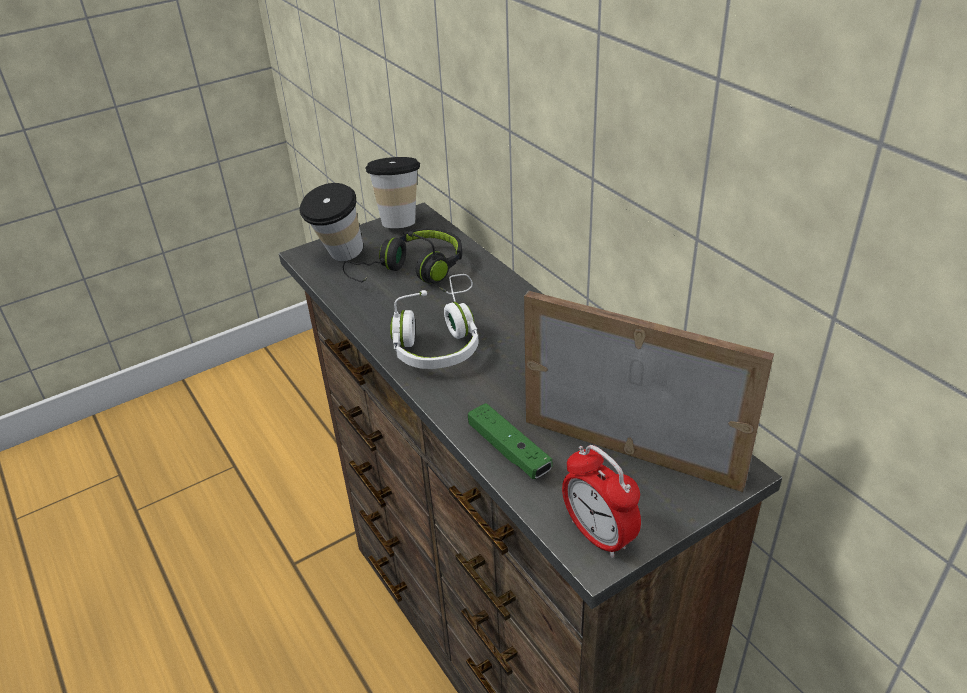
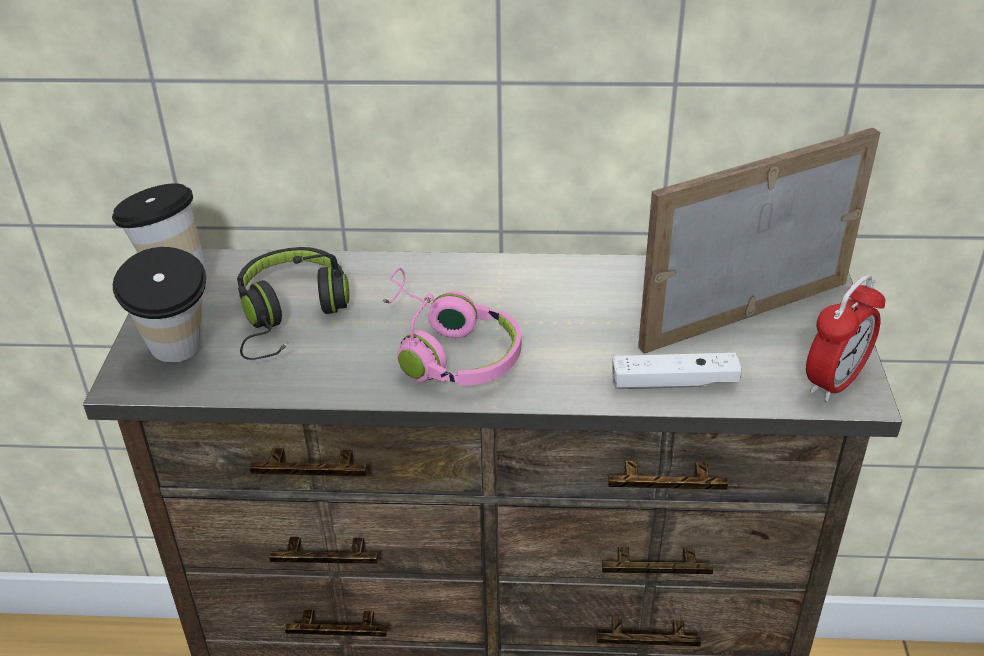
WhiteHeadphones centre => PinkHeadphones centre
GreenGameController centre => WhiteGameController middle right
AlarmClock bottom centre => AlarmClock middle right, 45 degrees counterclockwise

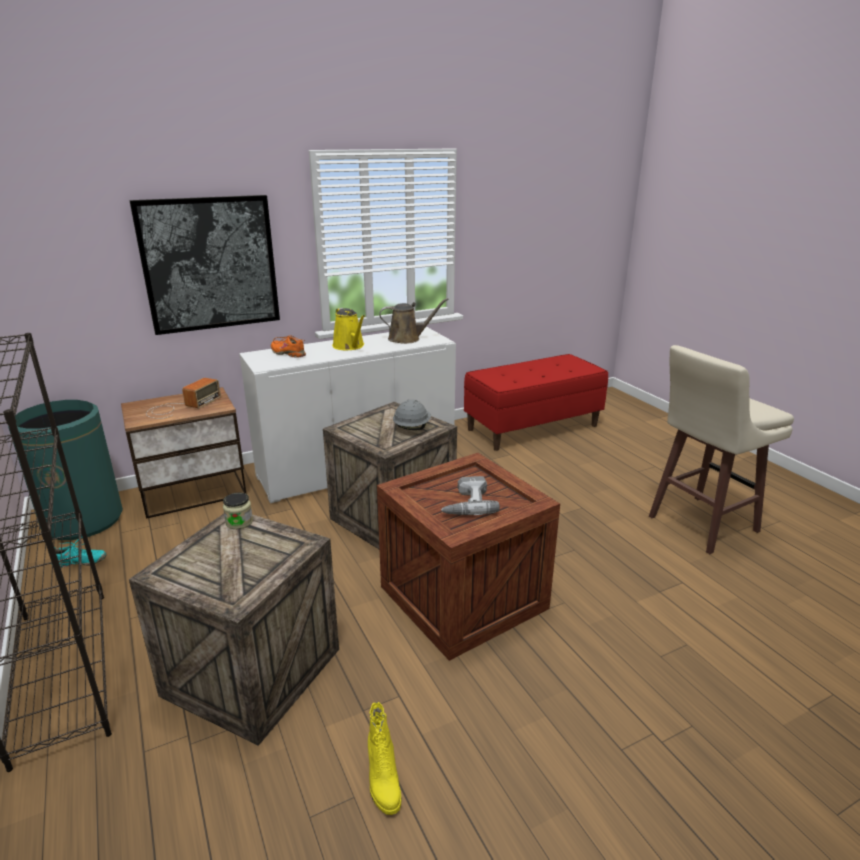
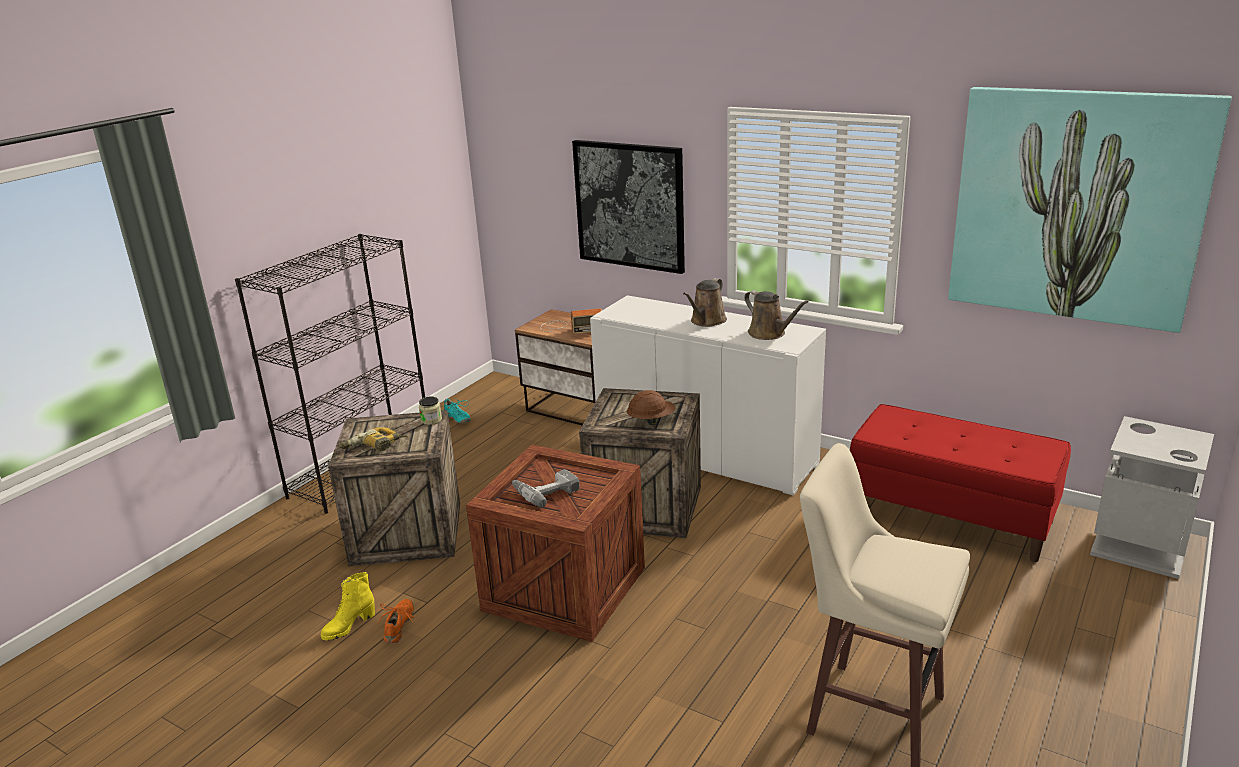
GreenTrashCan middle left => nothing
OrangeShoe centre => OrangeShoe bottom left, move
YellowWateringCan centre => BrownWateringCan (1st from left) centre
GreyHardHat centre => BrownHardHat centre
nothing => PowerDrill (1st from left) middle left
nothing => Picture (2nd from left) top right
nothing => GreyTrashCan middle right

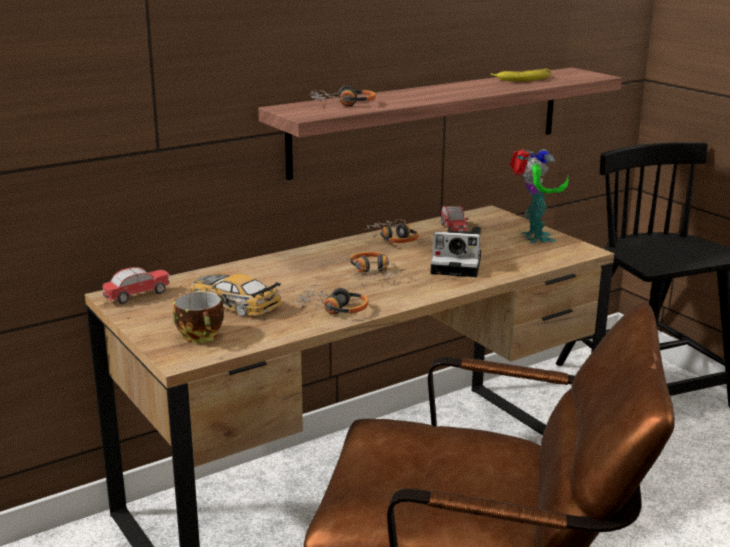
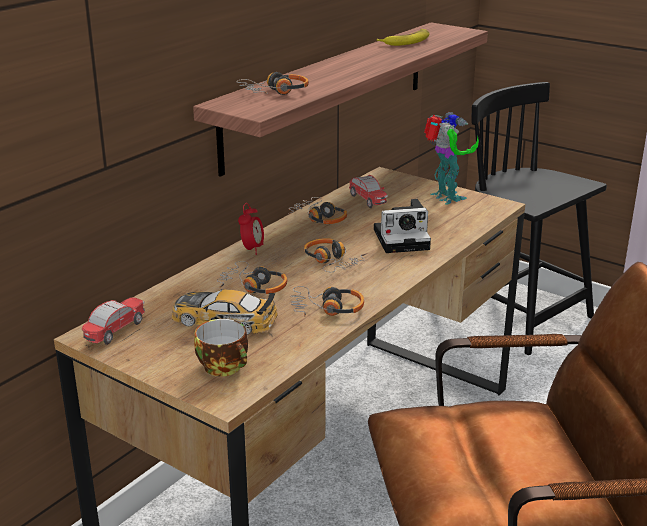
nothing => Headphones (1st from left) centre
nothing => AlarmClock centre

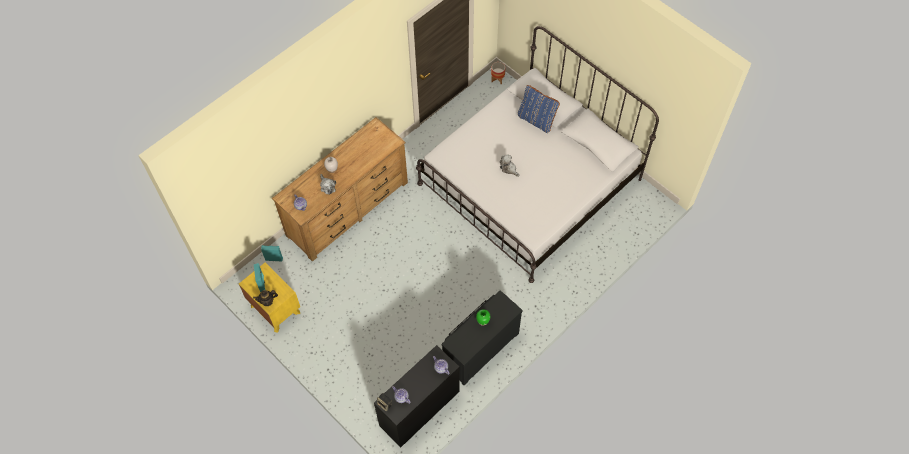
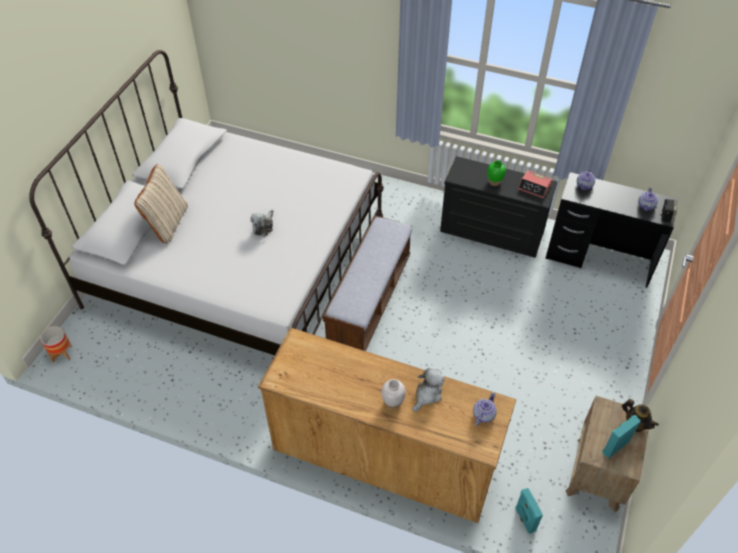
YellowNightstand middle left => BrownNightstand bottom right
BluePillow top centre => BeigePillow middle left
nothing => Bench centre
nothing => AlarmClock top right

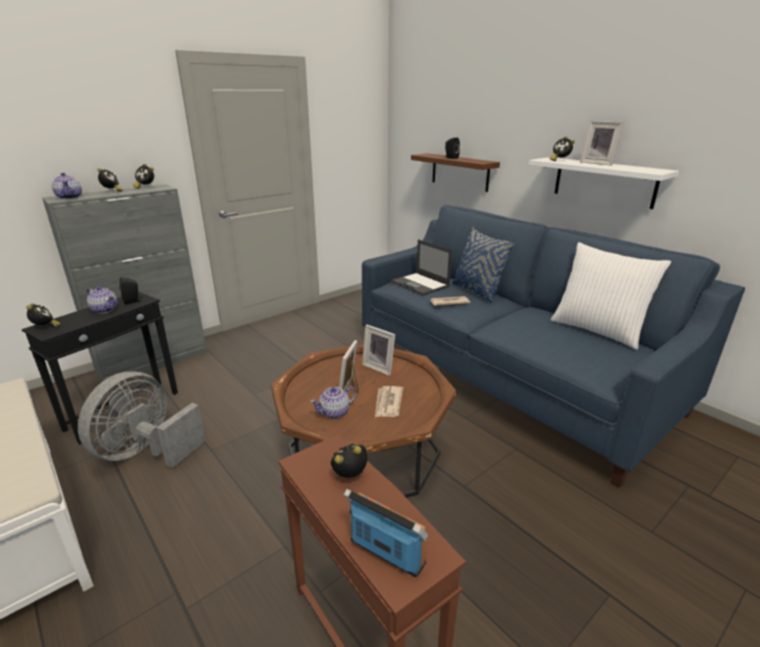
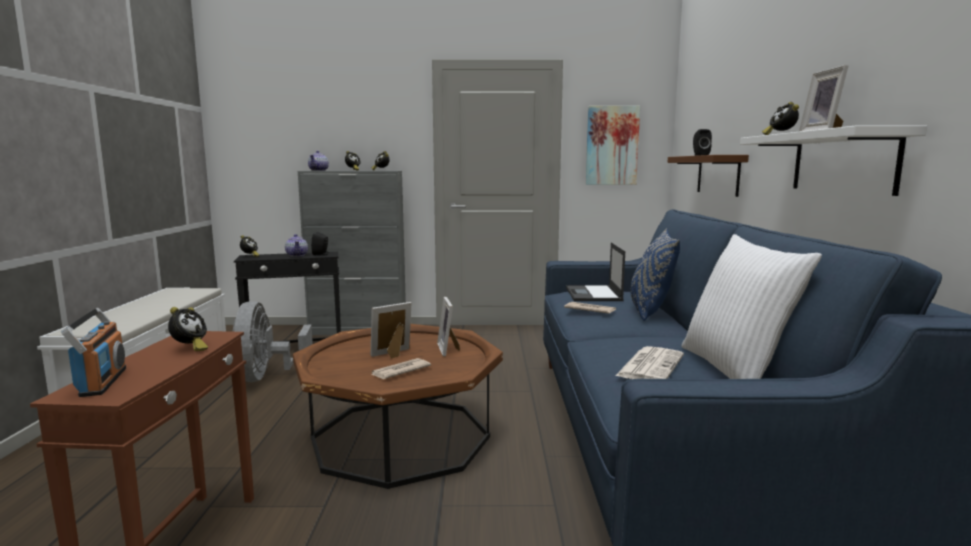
GreyFan middle left, 75 degrees counterclockwise
Teapot (3rd from left) centre => nothing
AlarmClock (4th from left in the first image) bottom centre => AlarmClock (1st from left) middle left, 90 degrees clockwise
nothing => Picture top centre
nothing => Newspaper (3rd from left) middle right

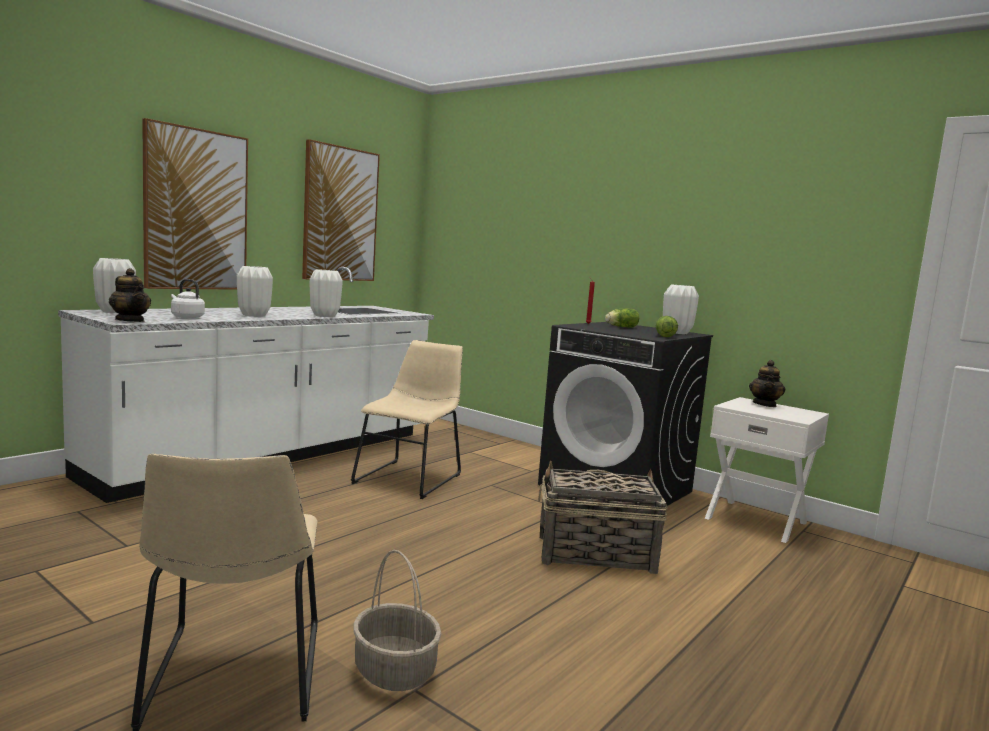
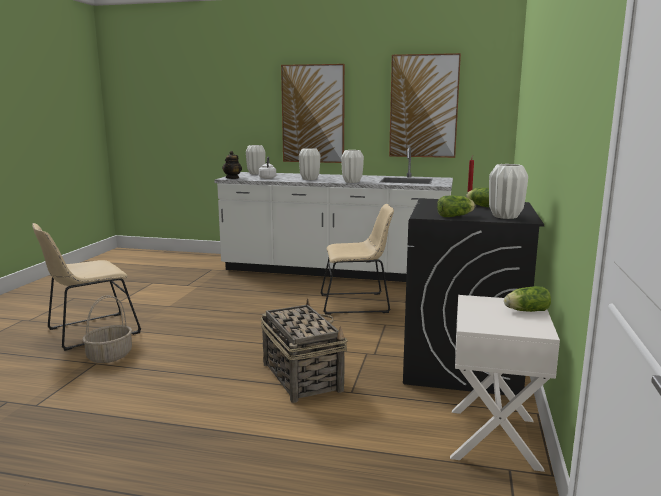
Teapot (2nd from left) middle right => Lettuce (3rd from left) middle right

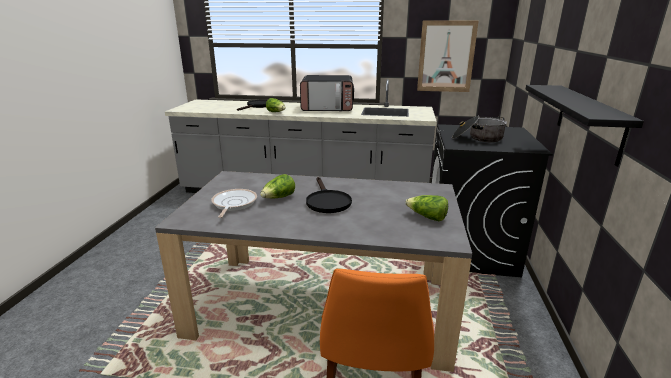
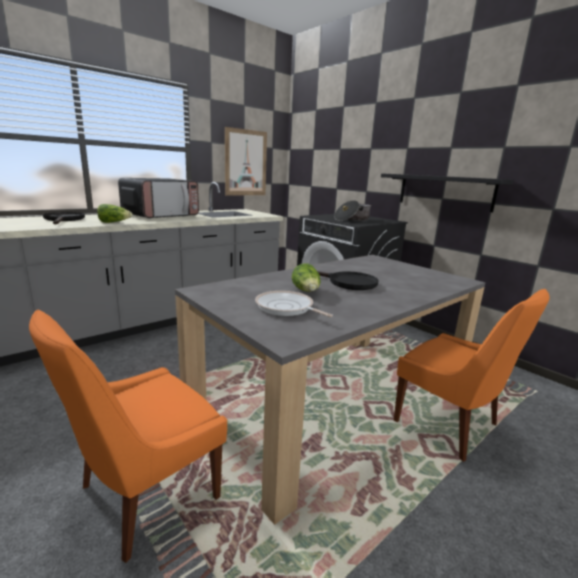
Lettuce (3rd from left) centre => nothing
nothing => OrangeChair (1st from left) bottom left

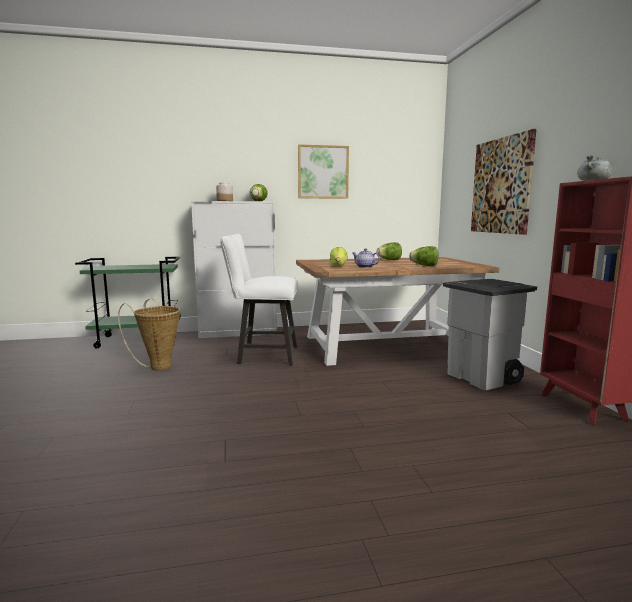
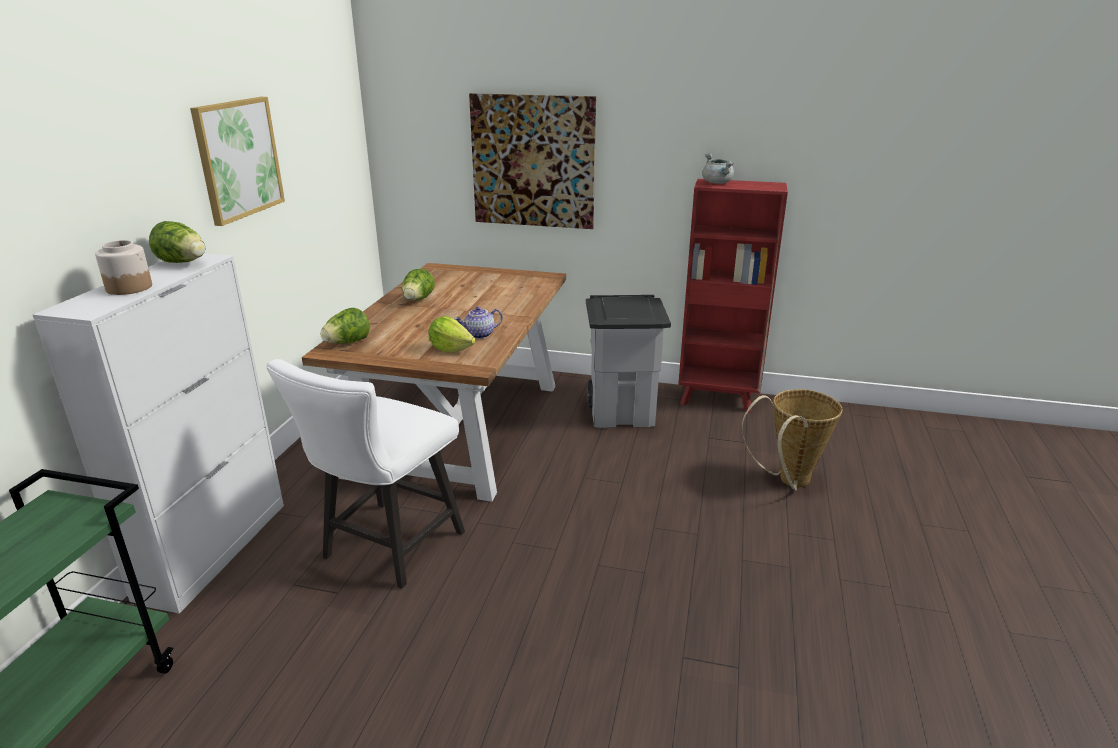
Basket middle left => Basket middle right, move
Lettuce (4th from left in the first image) middle right => Lettuce (2nd from left) middle left, move

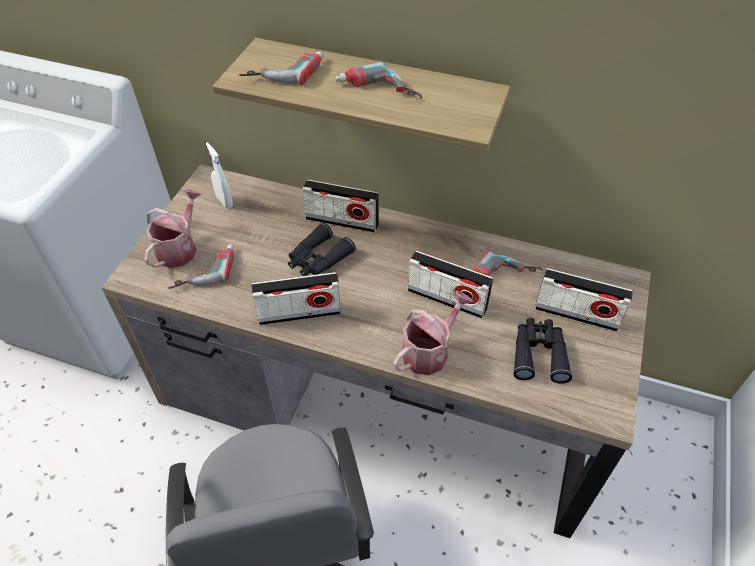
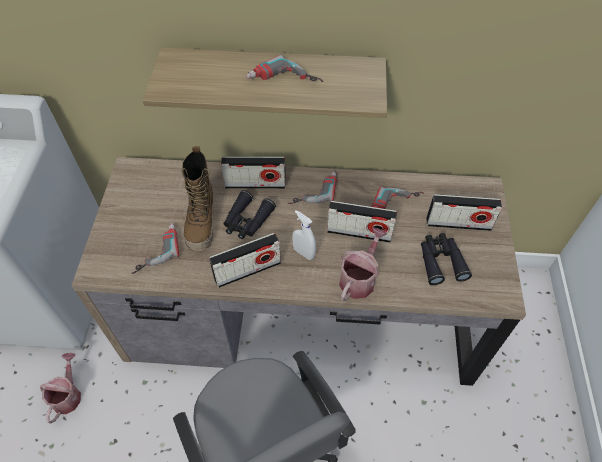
WateringCan (1st from left) middle left => WateringCan (1st from left) bottom left, move
WhiteSprayBottle top left => WhiteSprayBottle centre, move
PowerDrill (2nd from left in the first image) top centre => PowerDrill (3rd from left) centre, move
nothing => Boot middle left

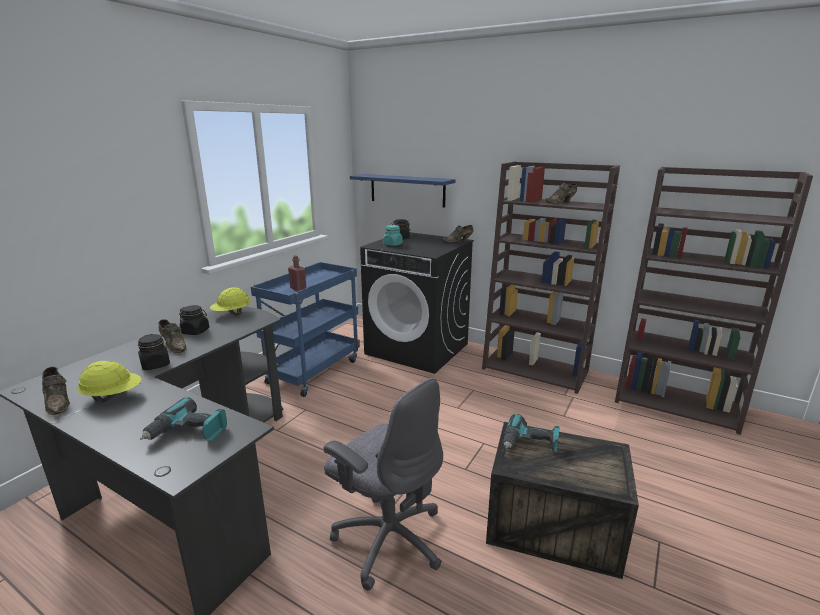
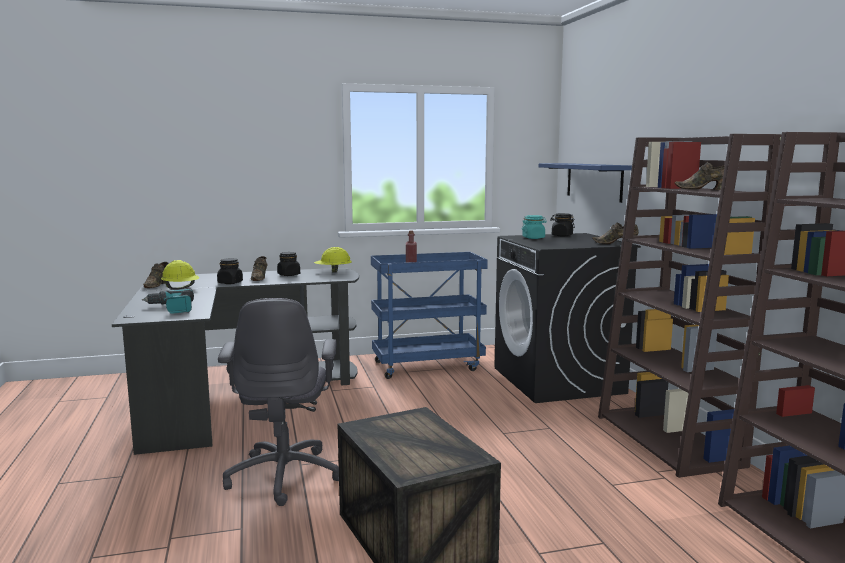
PowerDrill (2nd from left) bottom centre => nothing

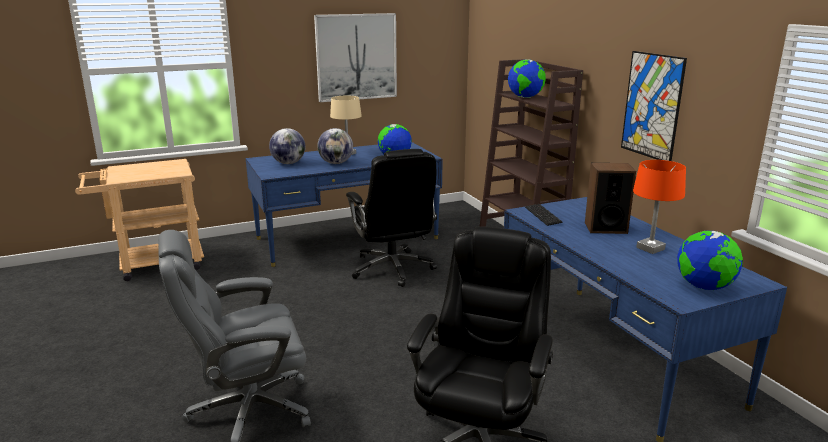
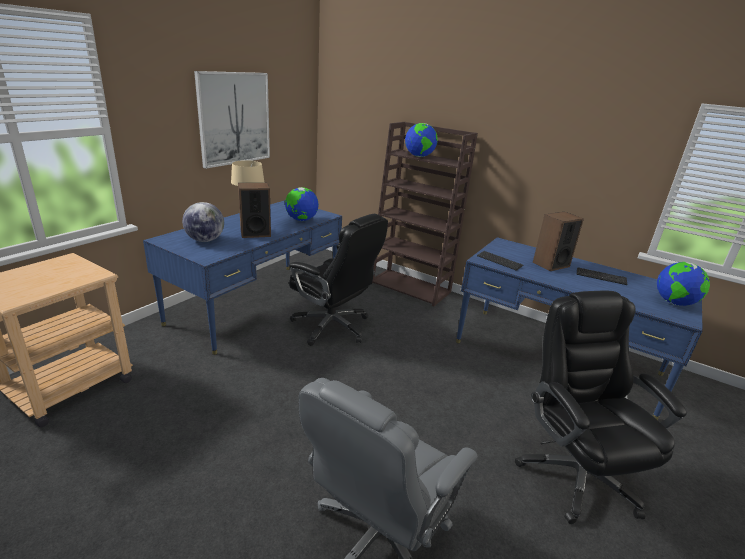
Globe (2nd from left) top centre => Speaker (1st from left) centre
Picture (2nd from left) top right => nothing
OrangeTableLamp middle right => Keyboard (2nd from left) middle right

